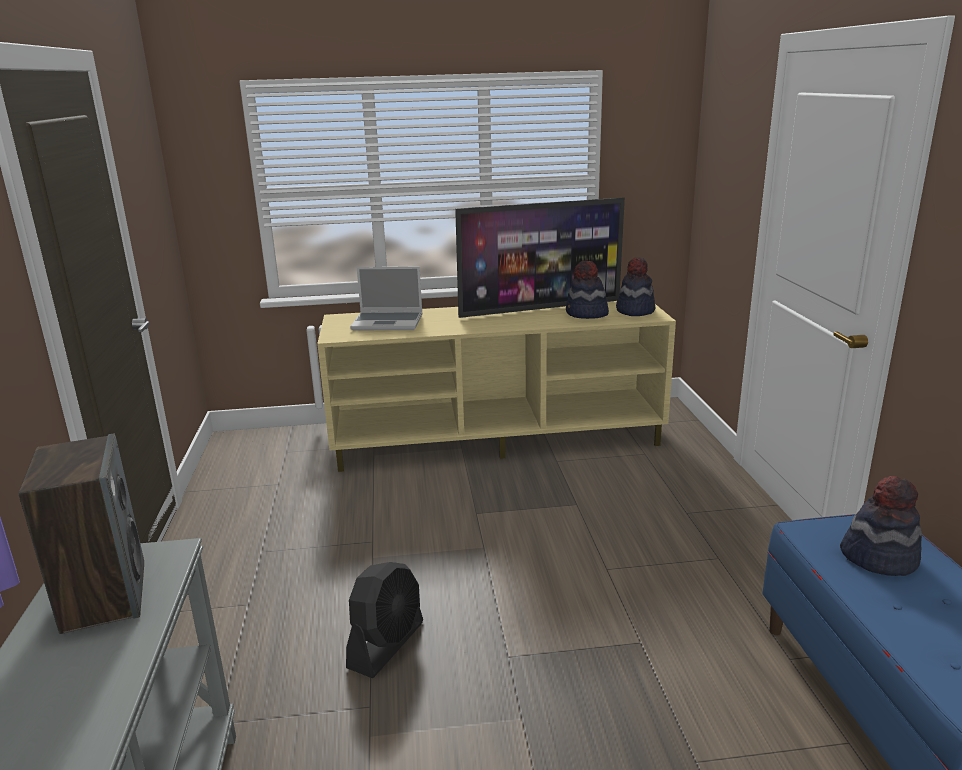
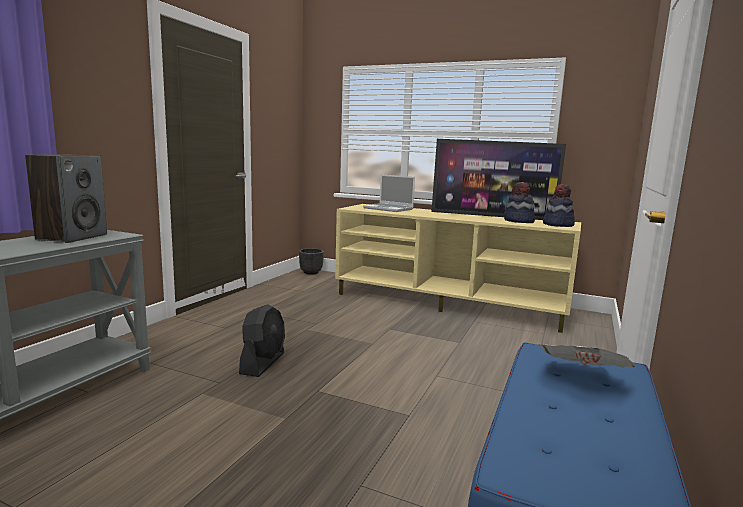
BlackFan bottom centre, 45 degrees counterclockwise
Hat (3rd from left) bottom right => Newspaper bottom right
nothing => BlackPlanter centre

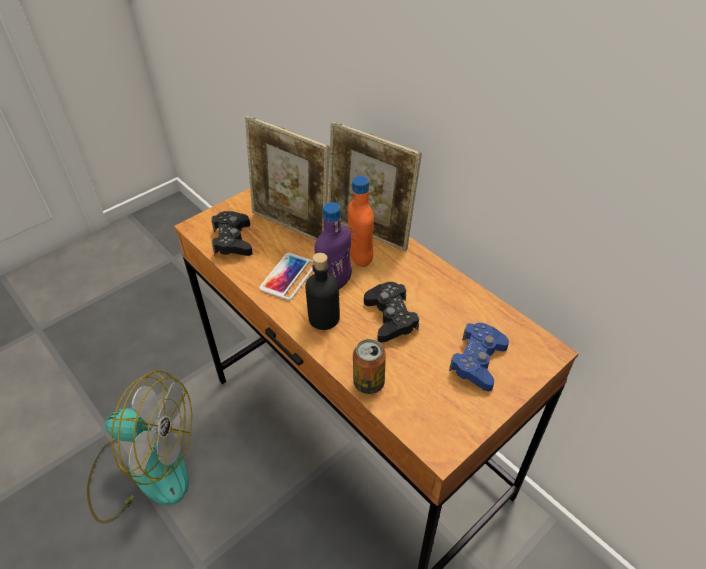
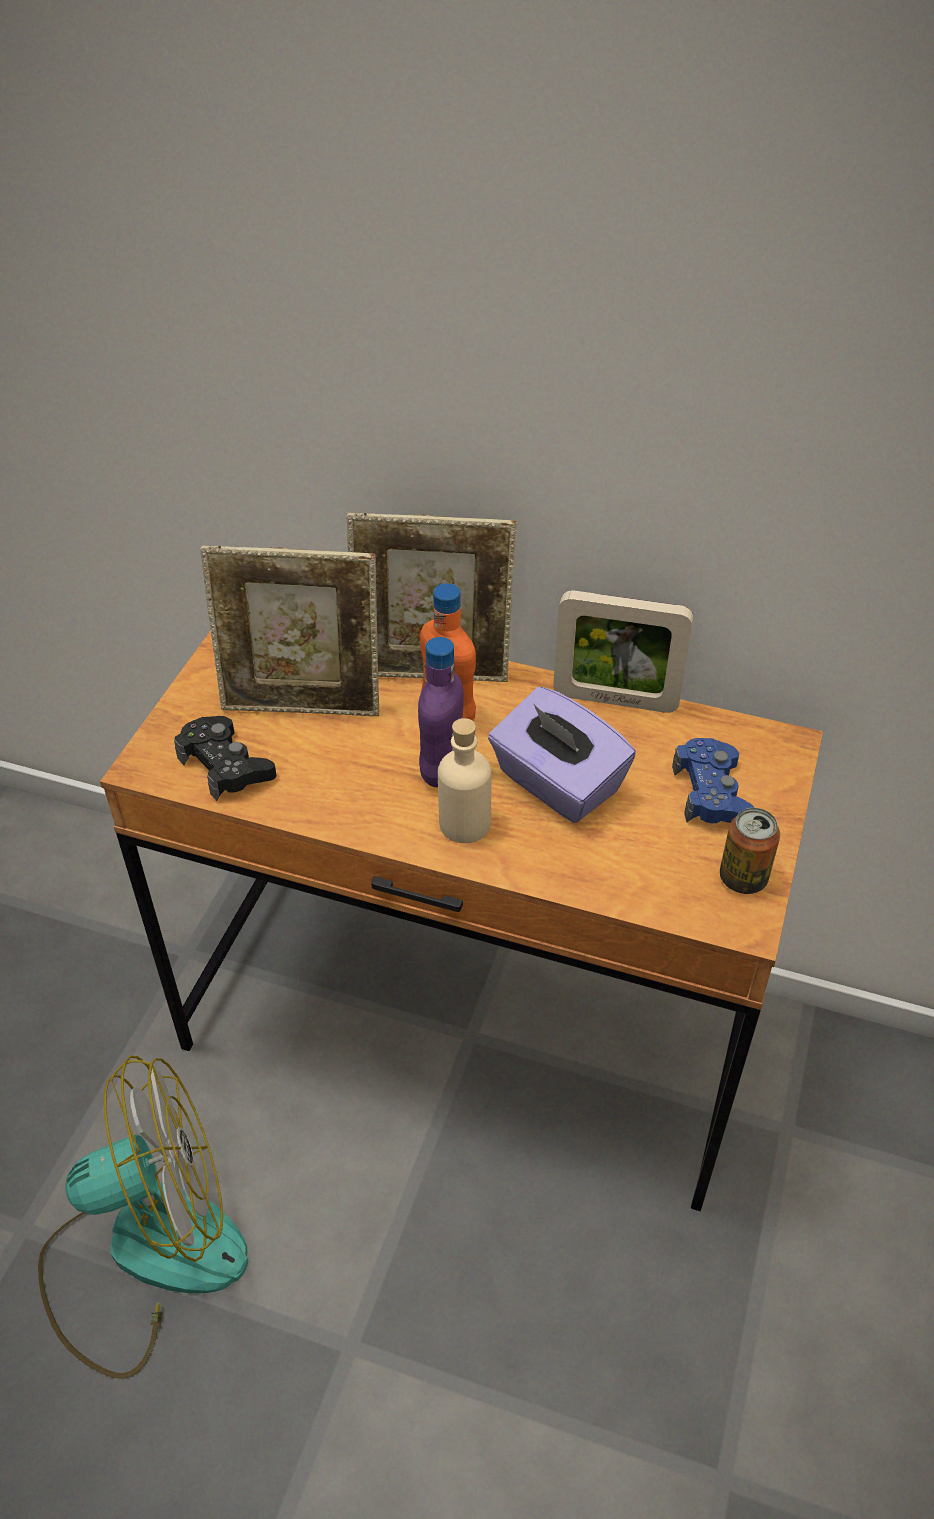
Phone centre => nothing
BlackBottle centre => BeigeBottle centre
Can centre => Can middle right, move
BlackGameController (2nd from left) centre => PurpleTissueBox centre
nothing => PictureFrame (3rd from left) middle right

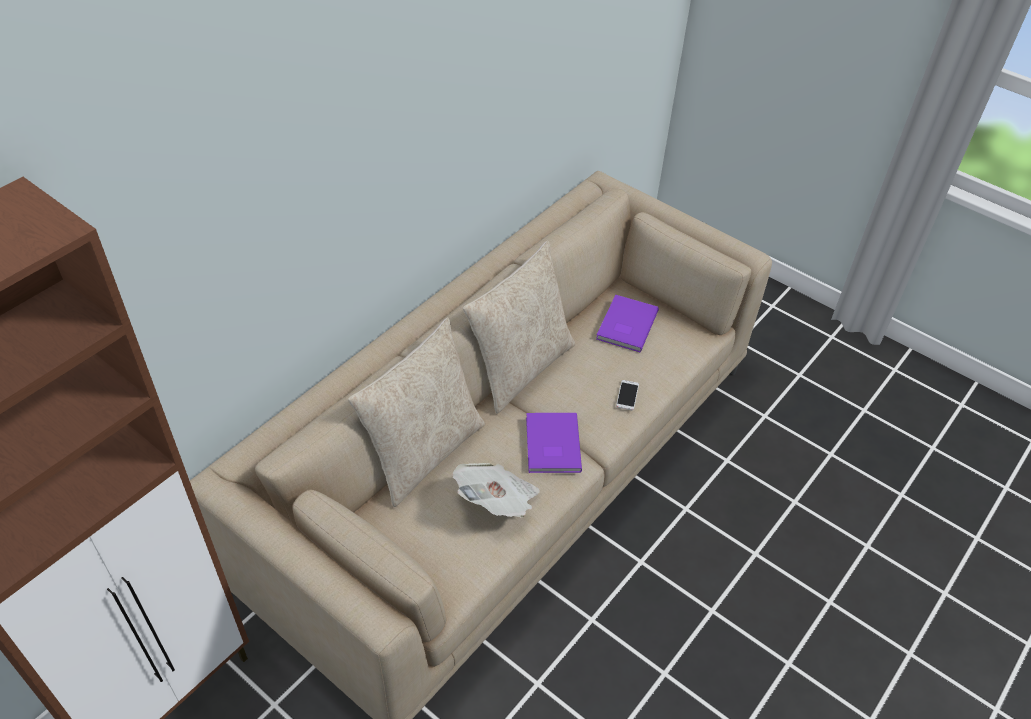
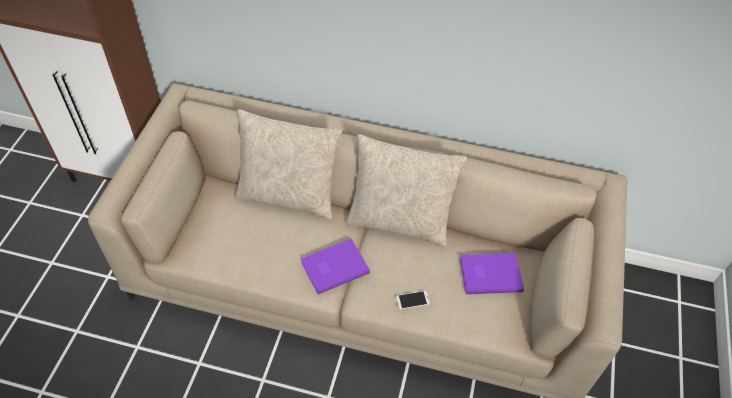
Newspaper bottom centre => nothing

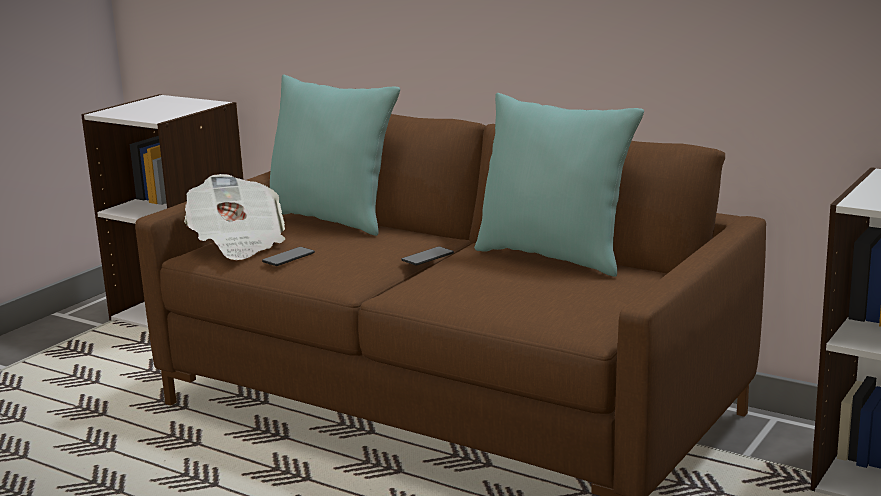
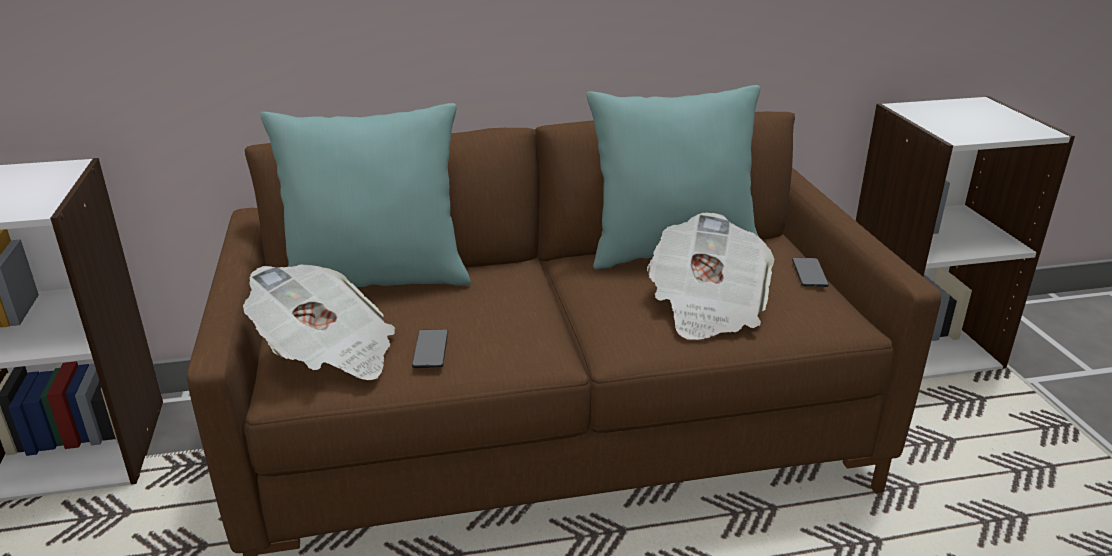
Phone (2nd from left) centre => Phone (2nd from left) middle right, move
nothing => Newspaper (2nd from left) centre

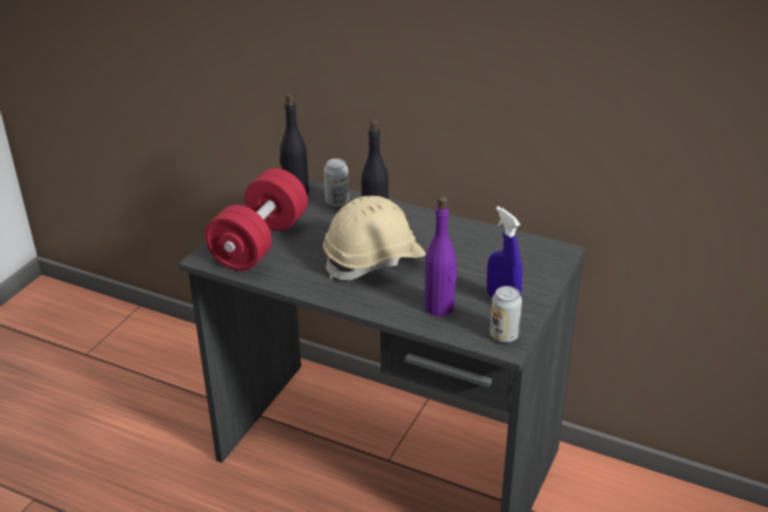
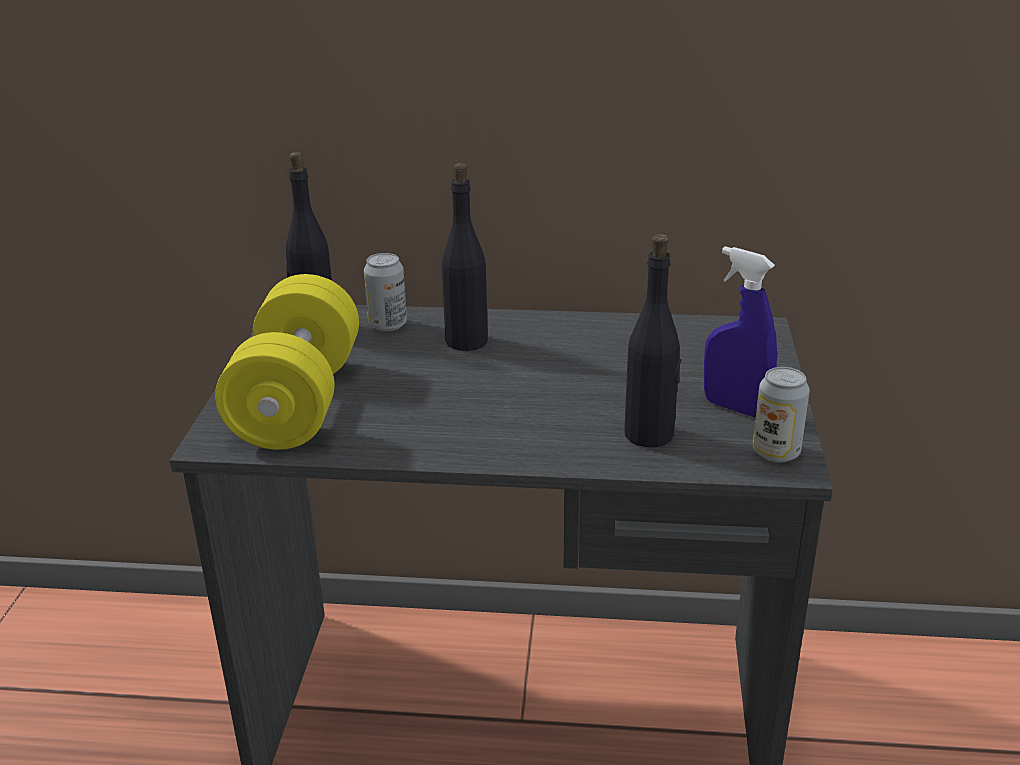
RedDumbbell centre => YellowDumbbell middle left
BeigeHardHat centre => nothing
PurpleBottle centre => BlackBottle (3rd from left) centre

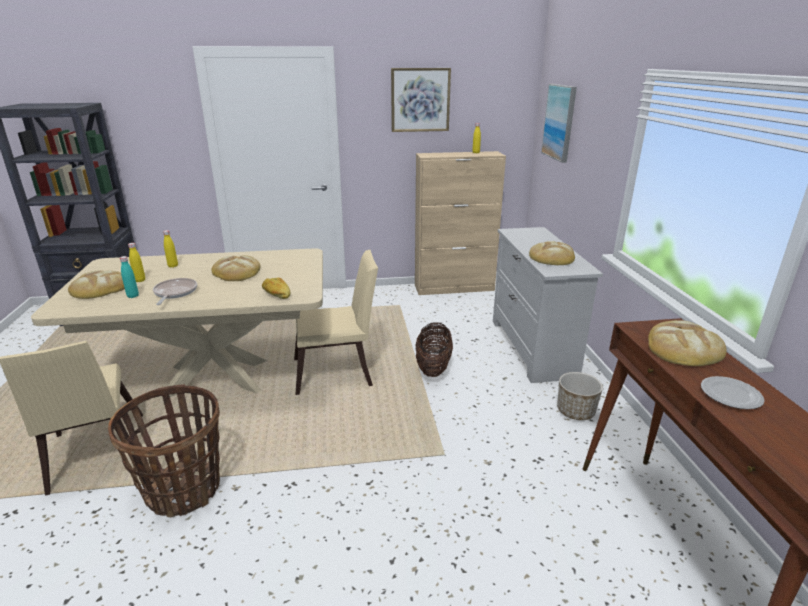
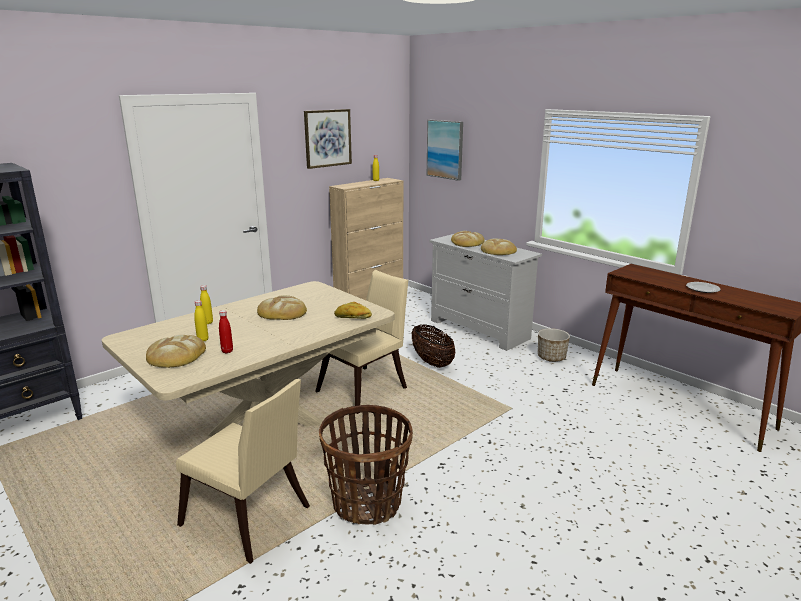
TurquoiseBottle middle left => RedBottle middle left
FryingPan middle left => nothing
Bread (5th from left in the first image) middle right => Bread (4th from left) centre, move

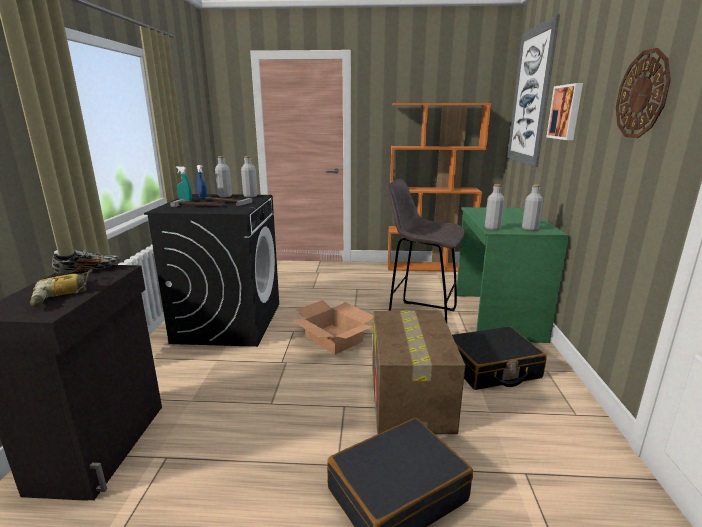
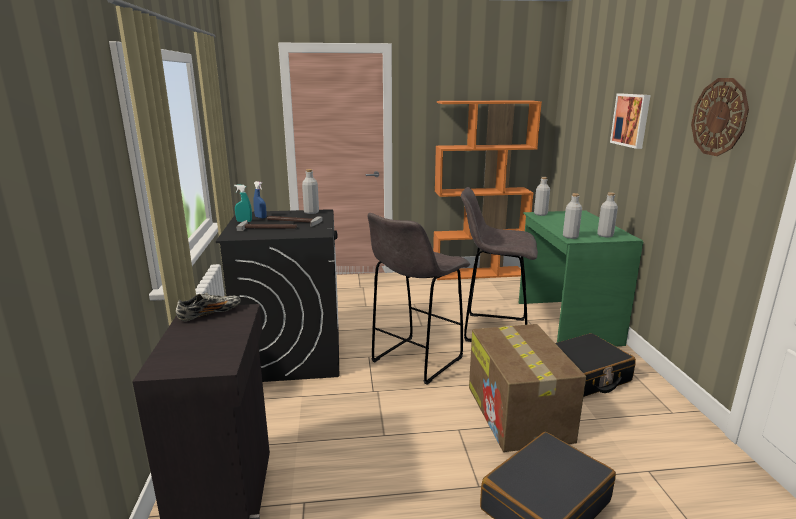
PowerDrill middle left => nothing
GreyBottle (1st from left in the first image) middle left => GreyBottle (2nd from left) middle right, move
CardboardBox (1st from left) centre => GreyStool (1st from left) centre
Picture (1st from left) top right => nothing

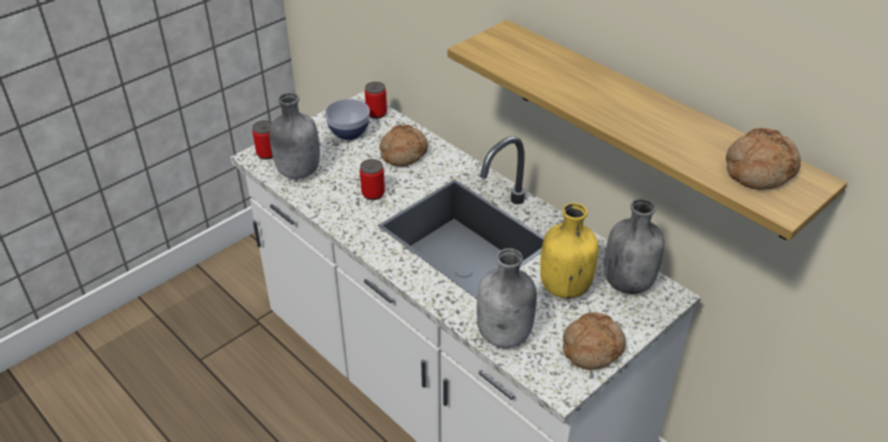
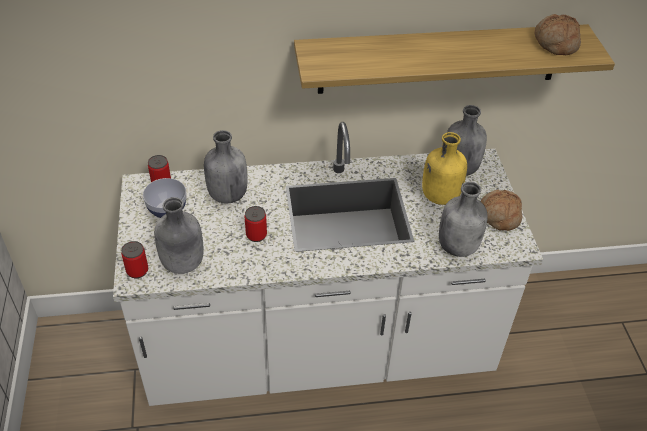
Bread (1st from left) top centre => GreyBottle (2nd from left) centre

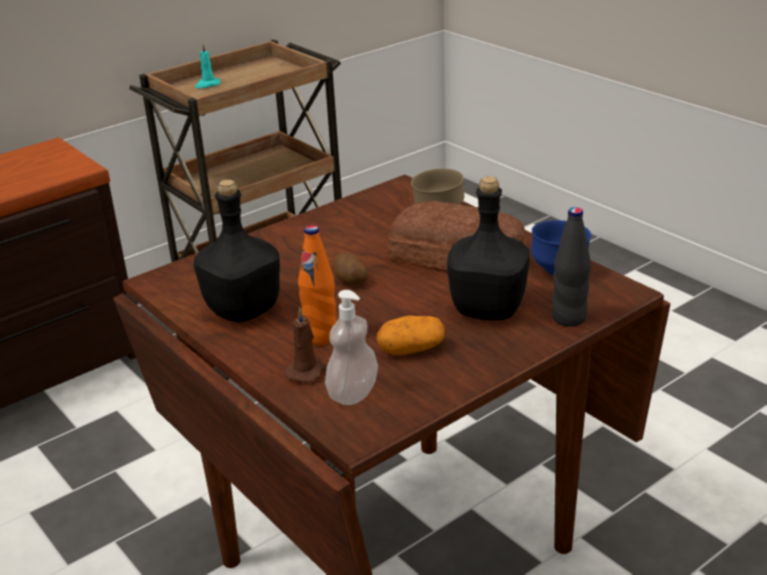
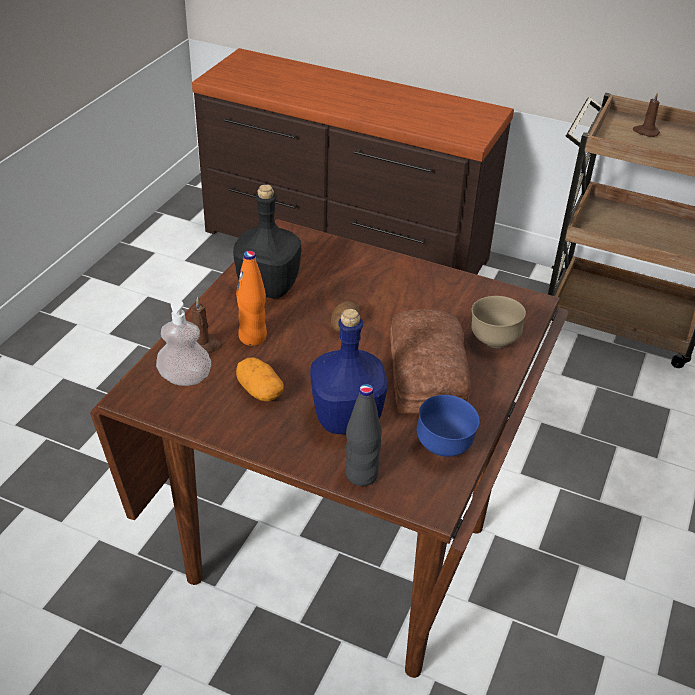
TurquoiseCandle top left => BrownCandle (2nd from left) top right
BlackBottle (2nd from left) centre => BlueBottle centre

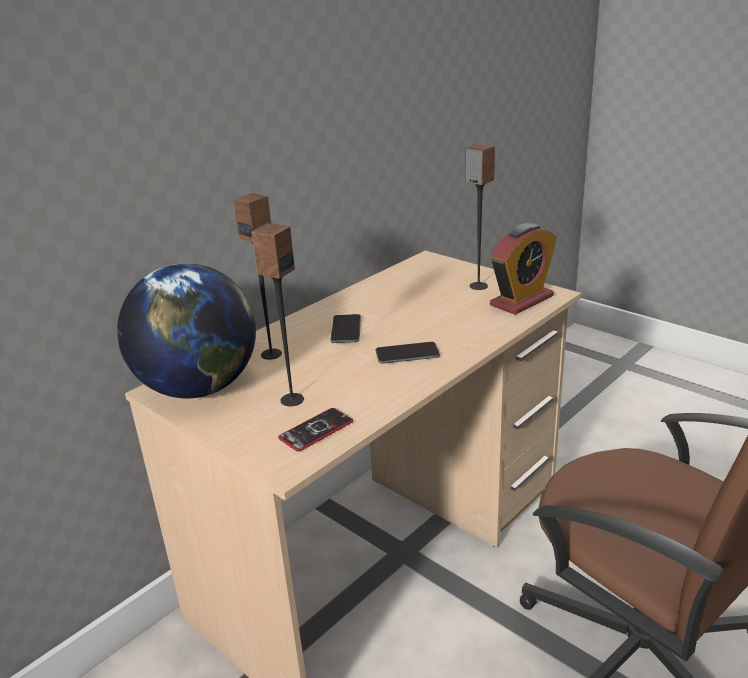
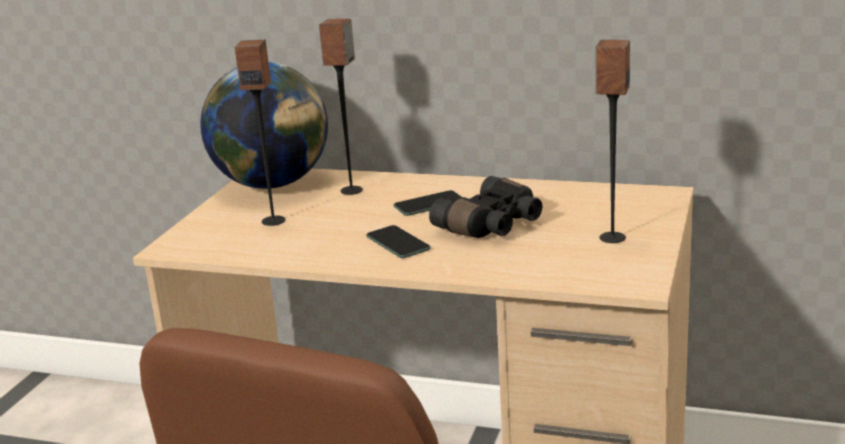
Phone (1st from left) centre => nothing
AlarmClock middle right => nothing
nothing => BlackBinoculars centre

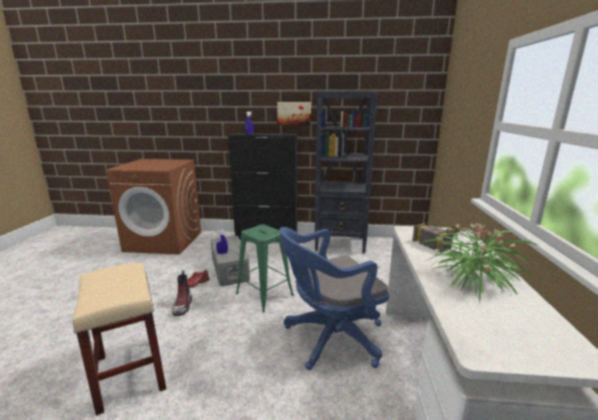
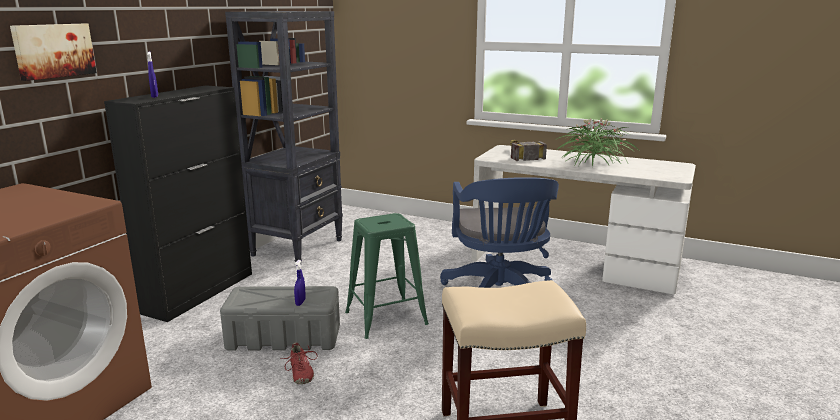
Boot bottom left => nothing
Picture top centre => Picture top left, move

